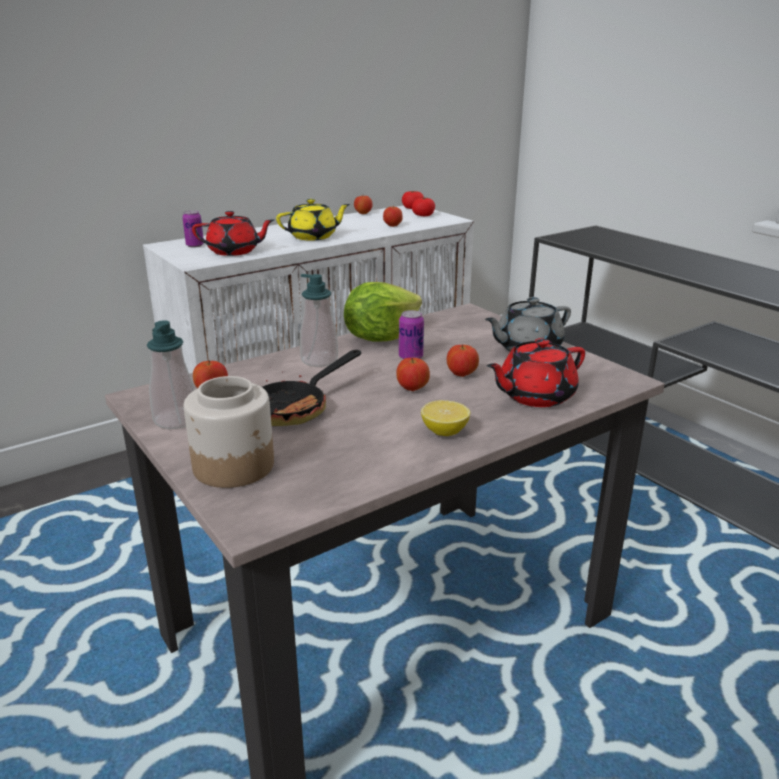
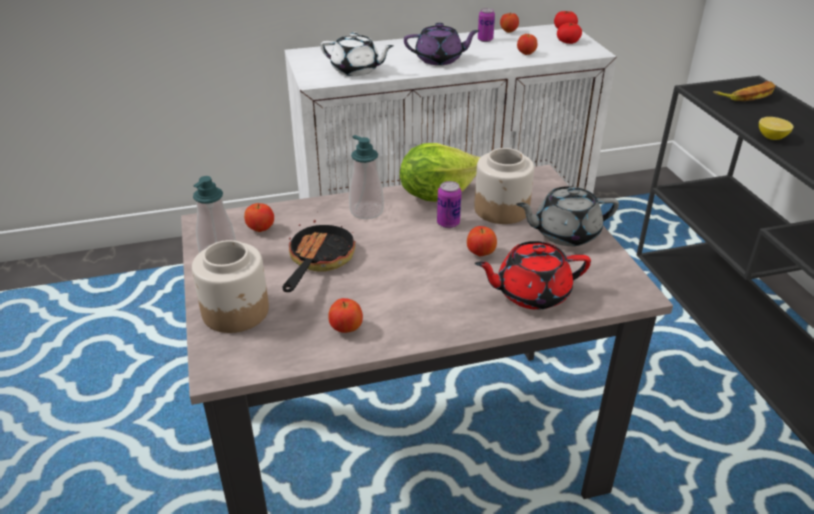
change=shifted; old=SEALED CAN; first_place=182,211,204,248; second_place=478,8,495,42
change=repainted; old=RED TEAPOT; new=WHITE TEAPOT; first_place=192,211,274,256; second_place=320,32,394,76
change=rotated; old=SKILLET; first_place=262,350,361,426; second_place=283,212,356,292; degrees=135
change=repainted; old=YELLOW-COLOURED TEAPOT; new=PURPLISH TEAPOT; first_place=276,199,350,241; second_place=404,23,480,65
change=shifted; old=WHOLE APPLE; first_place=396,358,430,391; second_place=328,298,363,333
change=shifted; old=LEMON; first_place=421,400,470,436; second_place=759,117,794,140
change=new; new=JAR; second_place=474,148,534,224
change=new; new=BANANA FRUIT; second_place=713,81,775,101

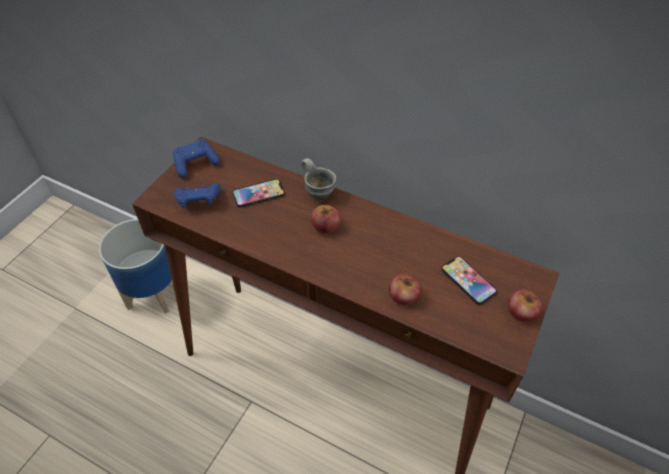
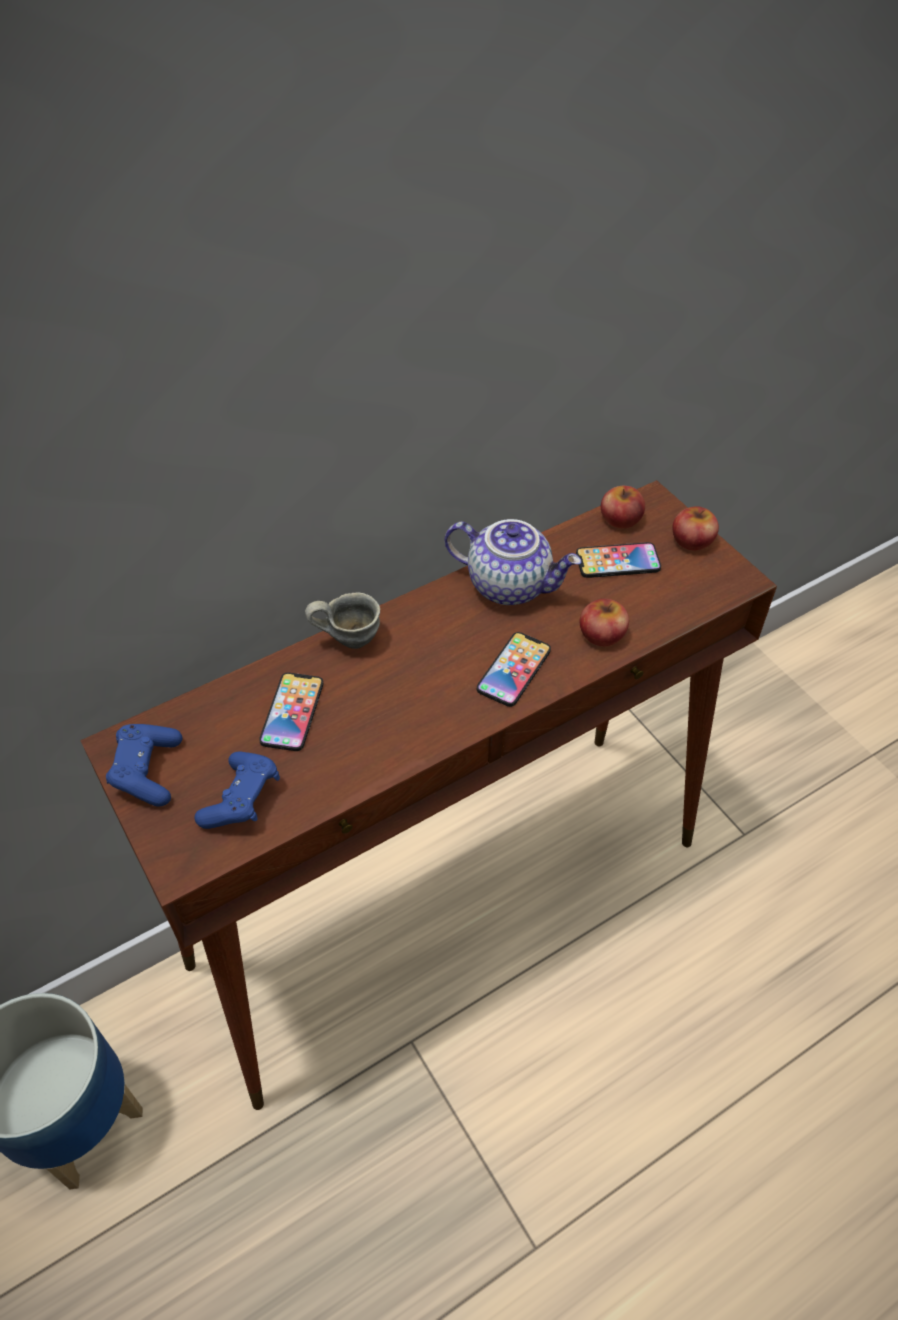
change=shifted; old=WHOLE APPLE; first_place=311,205,341,234; second_place=601,486,645,528
change=new; new=TEAPOT; second_place=444,519,581,605
change=new; new=PHONE; second_place=477,632,551,707

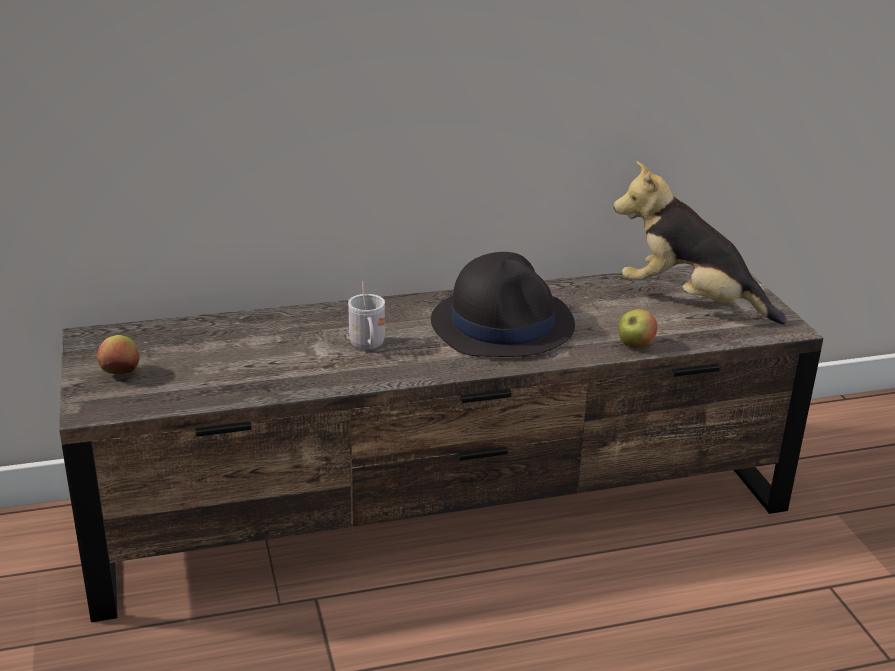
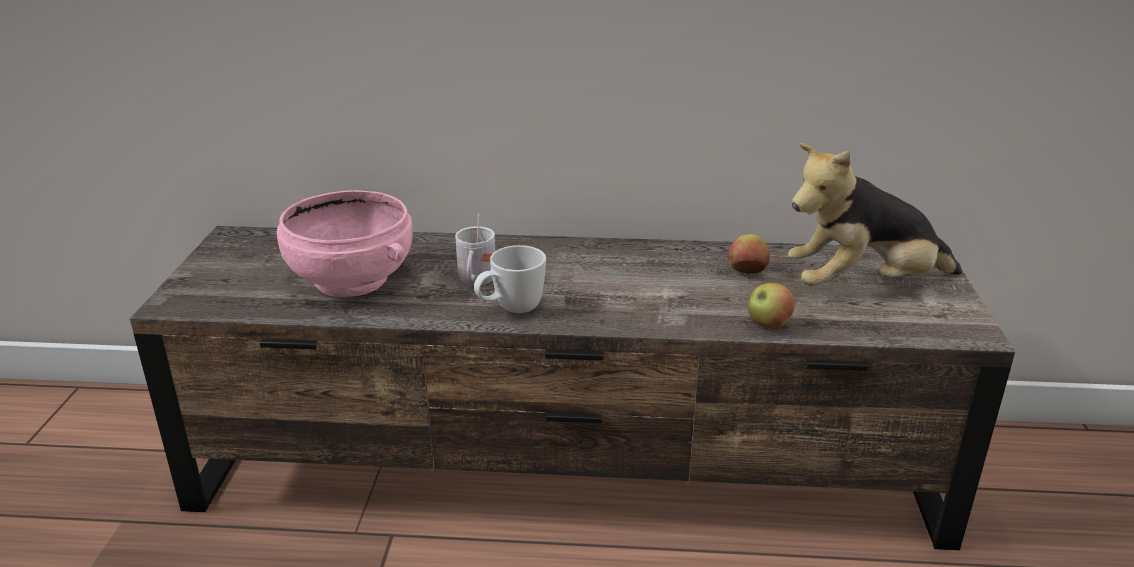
change=shifted; old=WHOLE APPLE; first_place=97,335,140,374; second_place=729,234,770,273
change=gone; old=BLACKISH CLOTHING HAT; first_place=431,252,575,357
change=rotated; old=SOFT TOY; first_place=613,161,787,324; second_place=788,143,962,286; degrees=-60
change=new; new=PINK DEEP DISH; second_place=277,190,413,297
change=new; new=WHITE TEA MUG; second_place=474,245,546,313

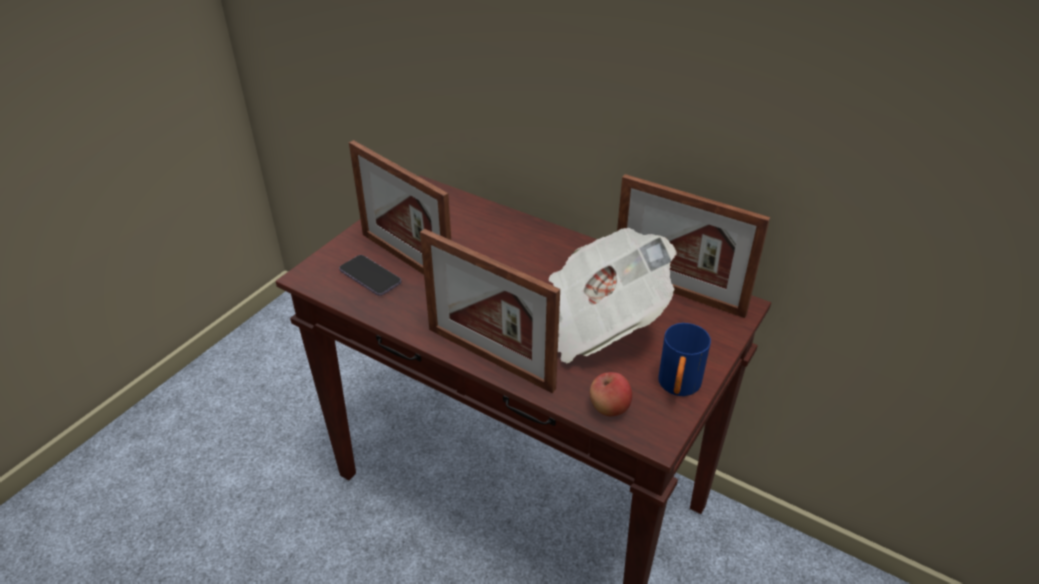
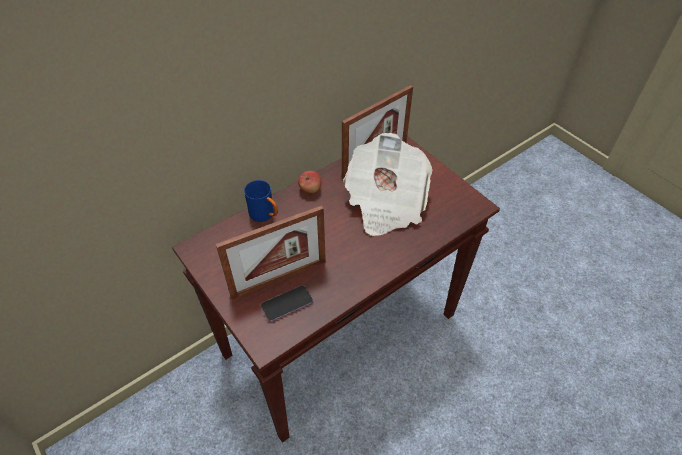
change=gone; old=PICTURE FRAME; first_place=420,229,560,393
change=shifted; old=WHOLE APPLE; first_place=590,372,632,416; second_place=298,171,322,194
change=shifted; old=BLUE-COLOURED TEA MUG; first_place=659,323,711,396; second_place=244,180,278,222

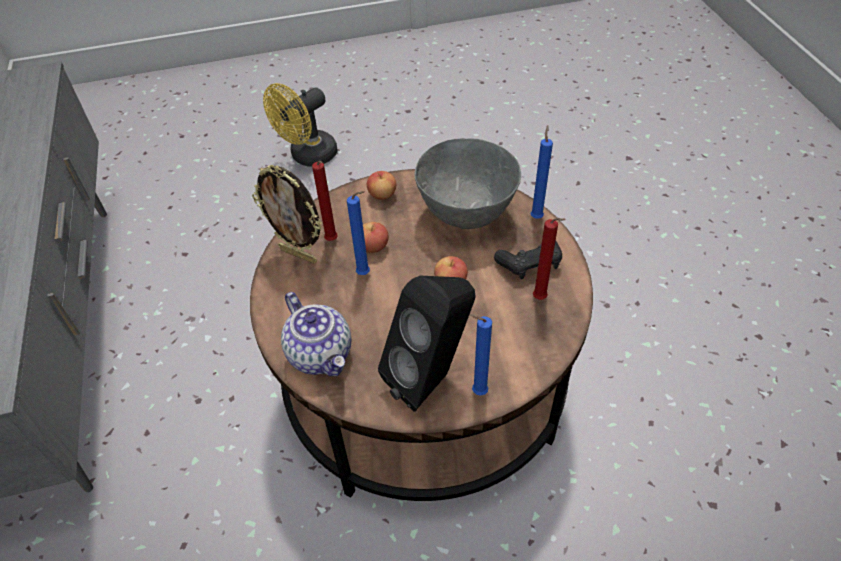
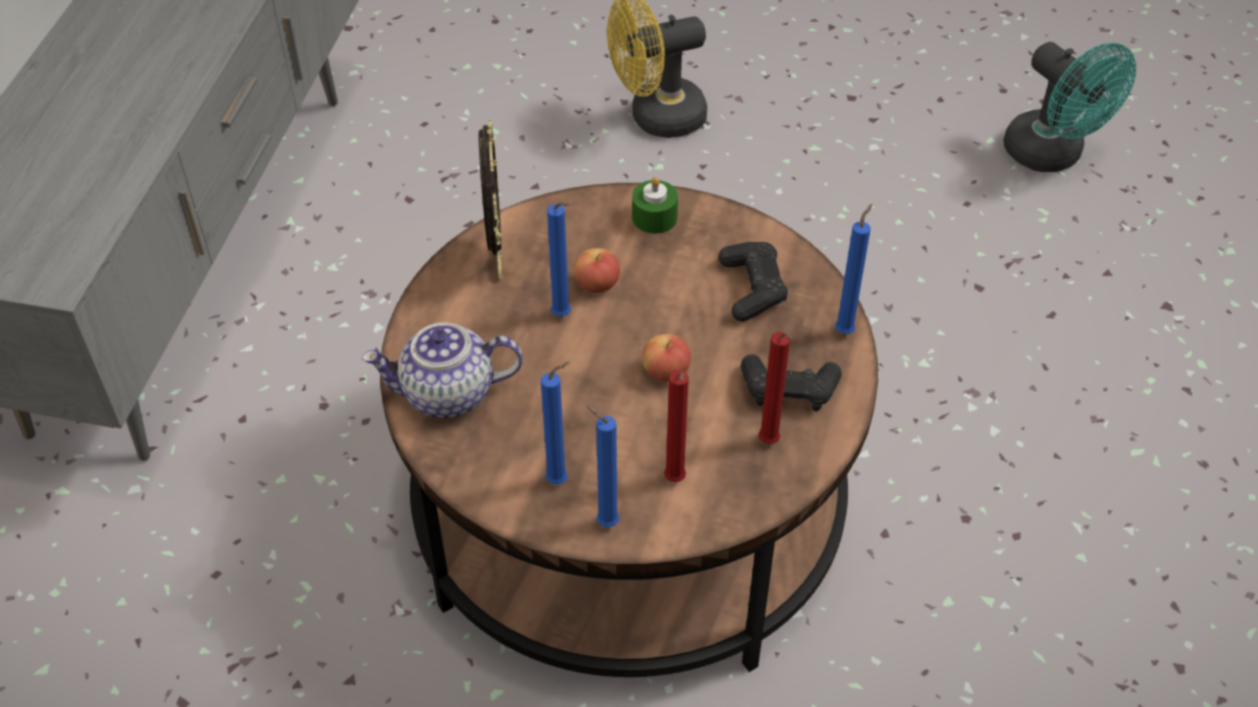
change=rotated; old=PICTURE FRAME; first_place=252,165,322,264; second_place=478,120,503,279; degrees=-150
change=rotated; old=TEAPOT; first_place=281,292,351,376; second_place=362,323,523,418; degrees=90
change=shifted; old=RED CANDLE; first_place=312,161,338,241; second_place=664,370,689,482
change=swapped; old=WHOLE APPLE; new=GREENISH CANDLE; first_place=367,171,396,200; second_place=632,177,678,234
change=swapped; old=BLACKISH LOUDSPEAKER; new=BLUE-COLOURED CANDLE; first_place=378,275,476,412; second_place=541,362,569,485
change=swapped; old=GREYISH DEEP DISH; new=BLACKISH JOYPAD; first_place=415,138,521,229; second_place=718,242,788,322
change=new; new=TURQUOISE-COLOURED COOLING FAN; second_place=1003,42,1136,172

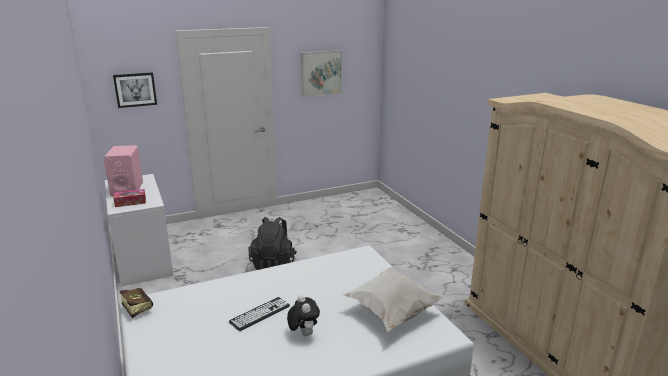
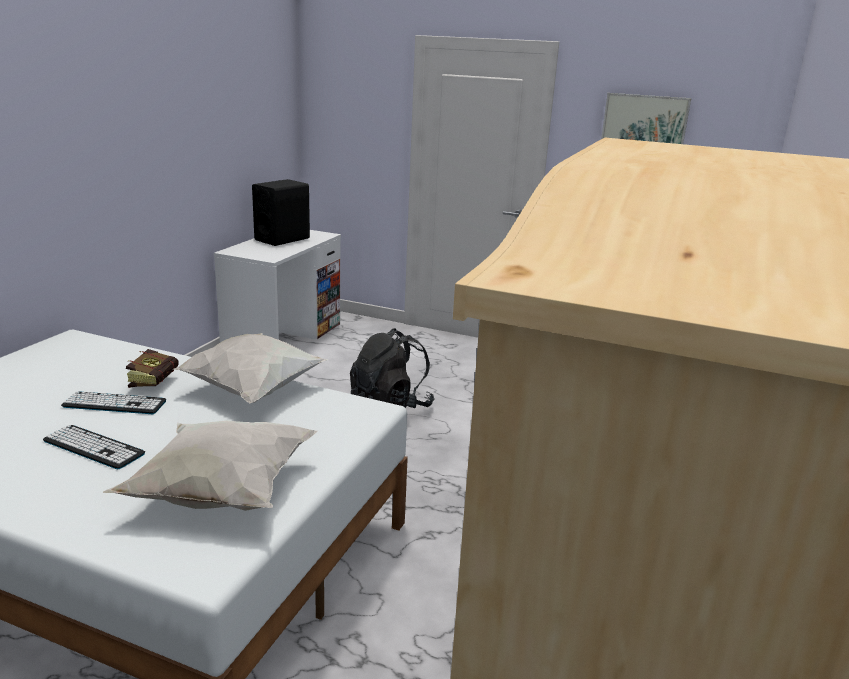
change=repainted; old=PINK LOUDSPEAKER; new=BLACKISH LOUDSPEAKER; first_place=103,145,143,197; second_place=252,179,310,246
change=gone; old=WALL ART; first_place=113,72,157,108
change=gone; old=TISSUE HOLDER; first_place=113,189,146,207
change=shifted; old=BOOK; first_place=120,288,153,318; second_place=126,349,178,388
change=swapped; old=SOFT TOY; new=PC KEYBOARD; first_place=287,295,320,336; second_place=43,425,145,469
change=new; new=WHITE THROW PILLOW; second_place=173,333,329,403

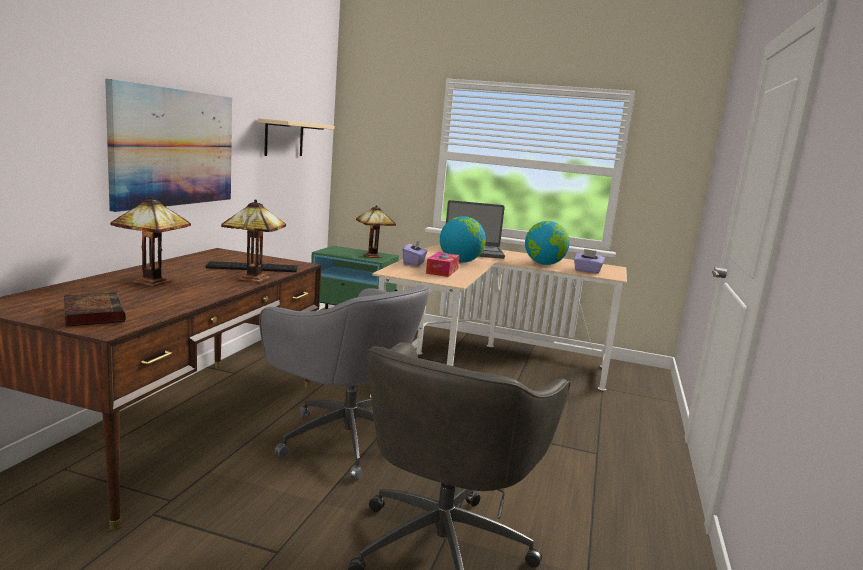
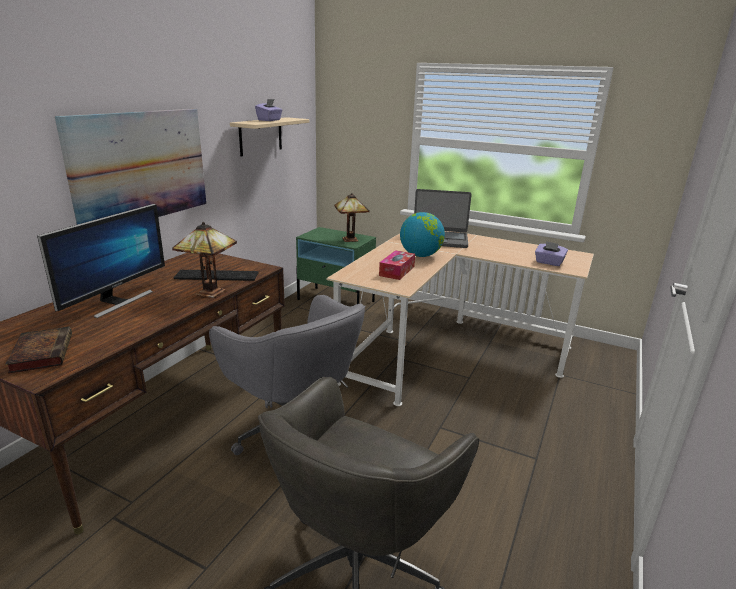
change=swapped; old=TABLE LAMP; new=COMPUTER SCREEN; first_place=110,196,191,286; second_place=37,204,165,318
change=shifted; old=PURPLISH TISSUE HOLDER; first_place=402,240,427,266; second_place=255,99,282,121
change=gone; old=GLOBE; first_place=525,221,570,265

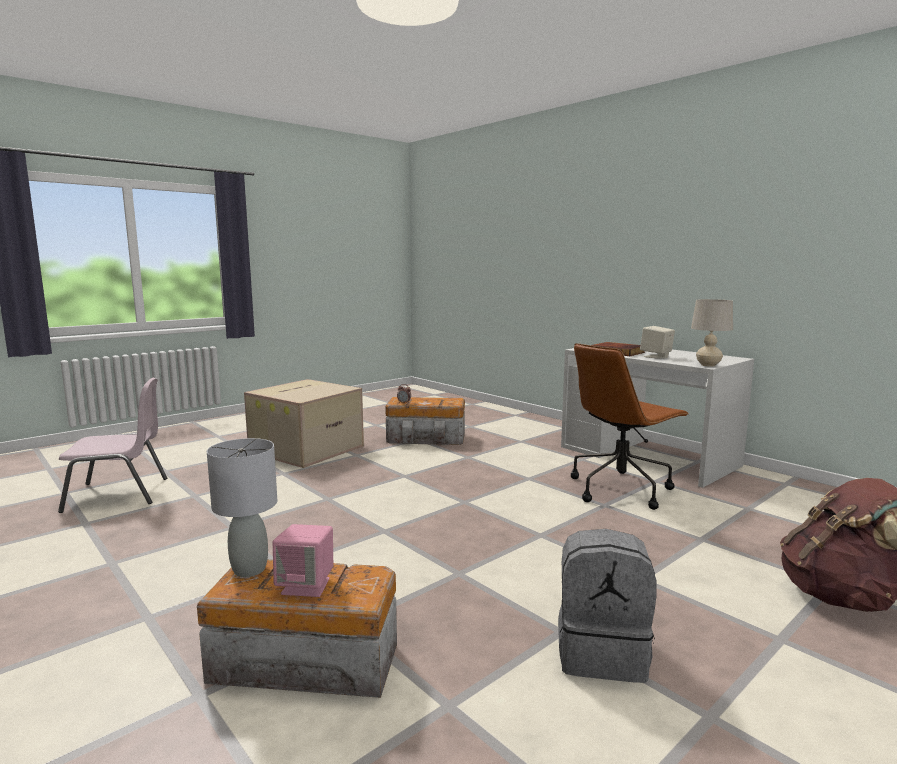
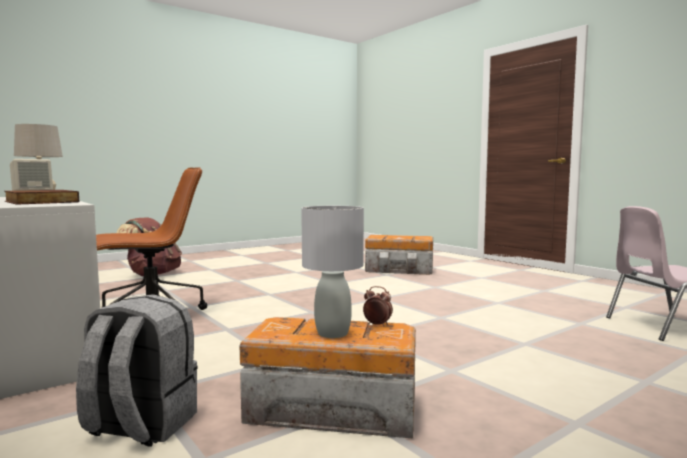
change=shifted; old=GREYISH TABLE LAMP; first_place=207,438,277,577; second_place=301,206,364,338
change=gone; old=CARDBOARD BOX; first_place=244,379,364,468
change=gone; old=PINK LOUDSPEAKER; first_place=272,524,333,597
change=shifted; old=GREYISH BACKPACK; first_place=558,529,657,683; second_place=76,294,198,447

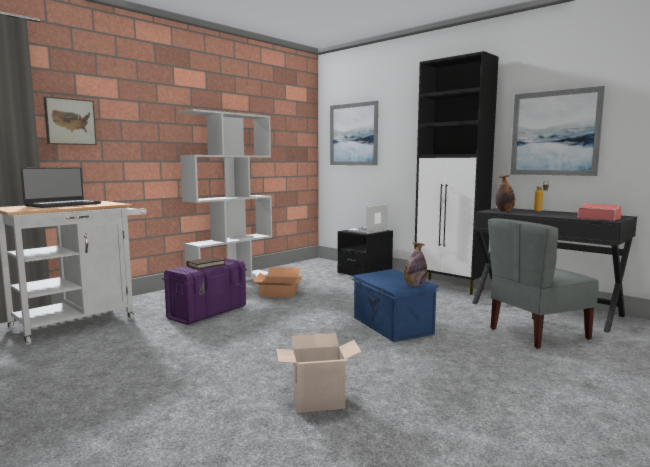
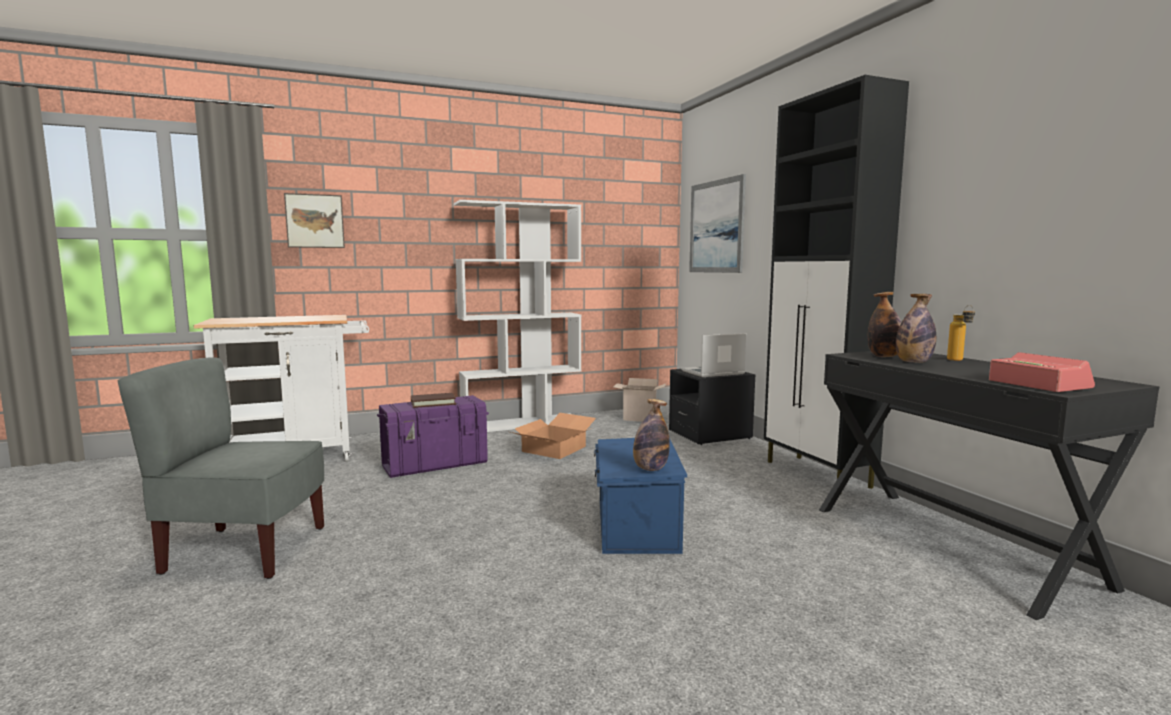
change=gone; old=PORTABLE COMPUTER; first_place=21,167,101,208
change=shifted; old=CARDBOARD BOX; first_place=276,333,362,413; second_place=613,378,667,422
change=shifted; old=GREYISH PLAIN CHAIR; first_place=488,218,599,349; second_place=117,357,324,579
change=gone; old=WALL ART; first_place=510,86,605,176
change=new; new=DRINK BOTTLE; second_place=896,294,936,363

